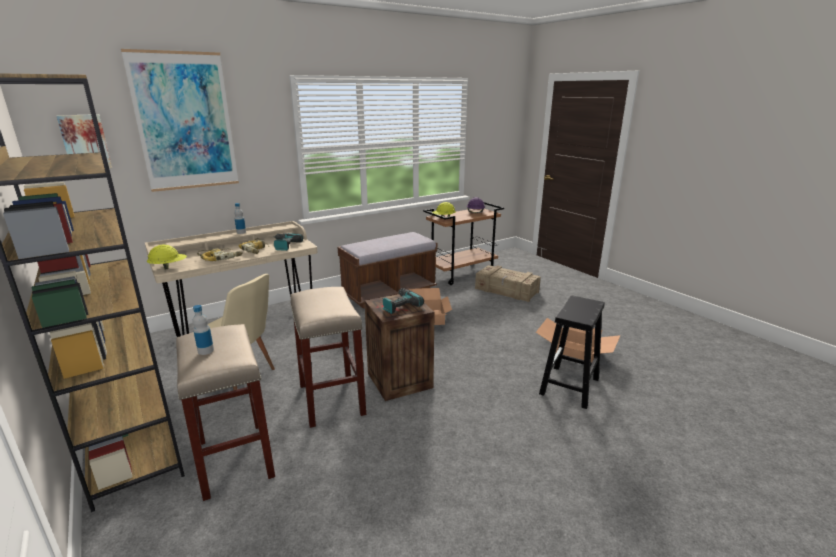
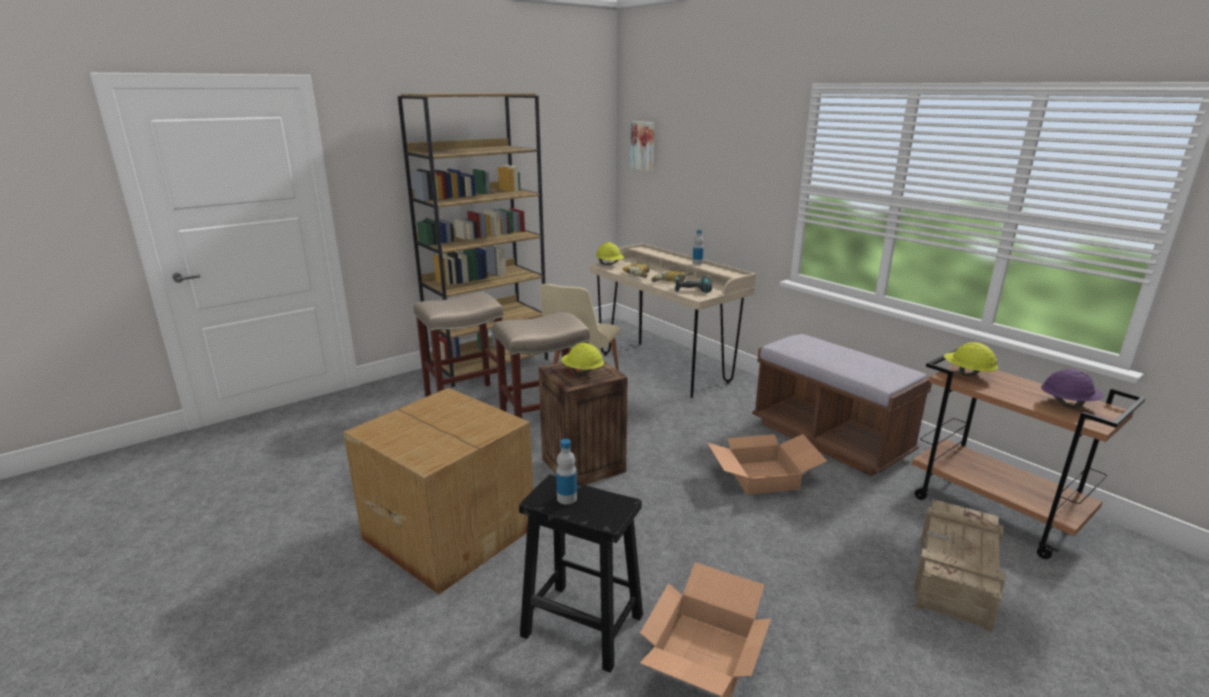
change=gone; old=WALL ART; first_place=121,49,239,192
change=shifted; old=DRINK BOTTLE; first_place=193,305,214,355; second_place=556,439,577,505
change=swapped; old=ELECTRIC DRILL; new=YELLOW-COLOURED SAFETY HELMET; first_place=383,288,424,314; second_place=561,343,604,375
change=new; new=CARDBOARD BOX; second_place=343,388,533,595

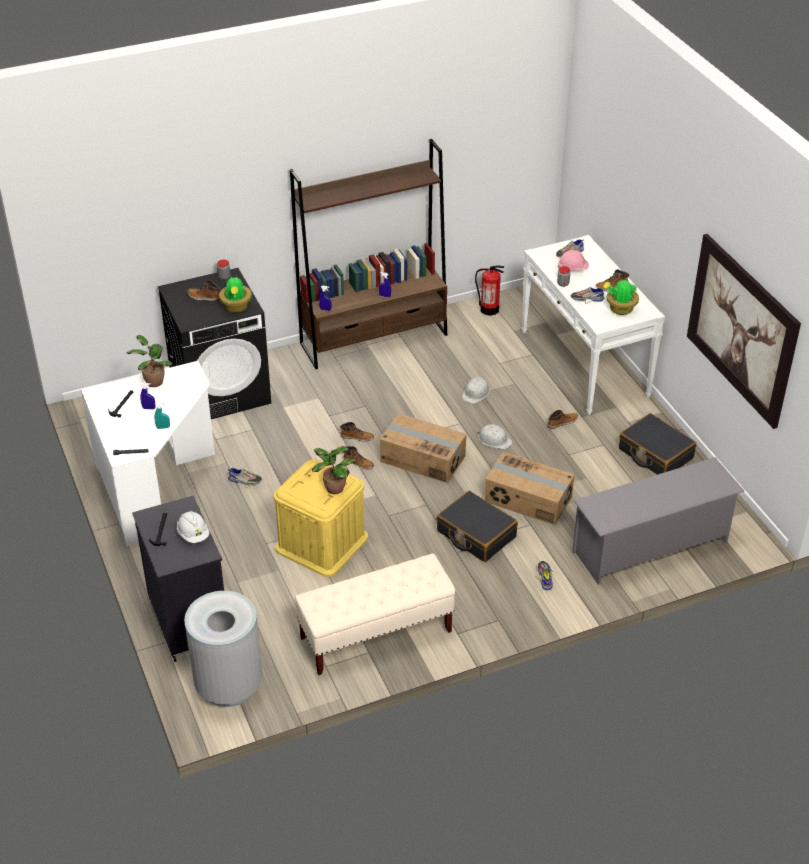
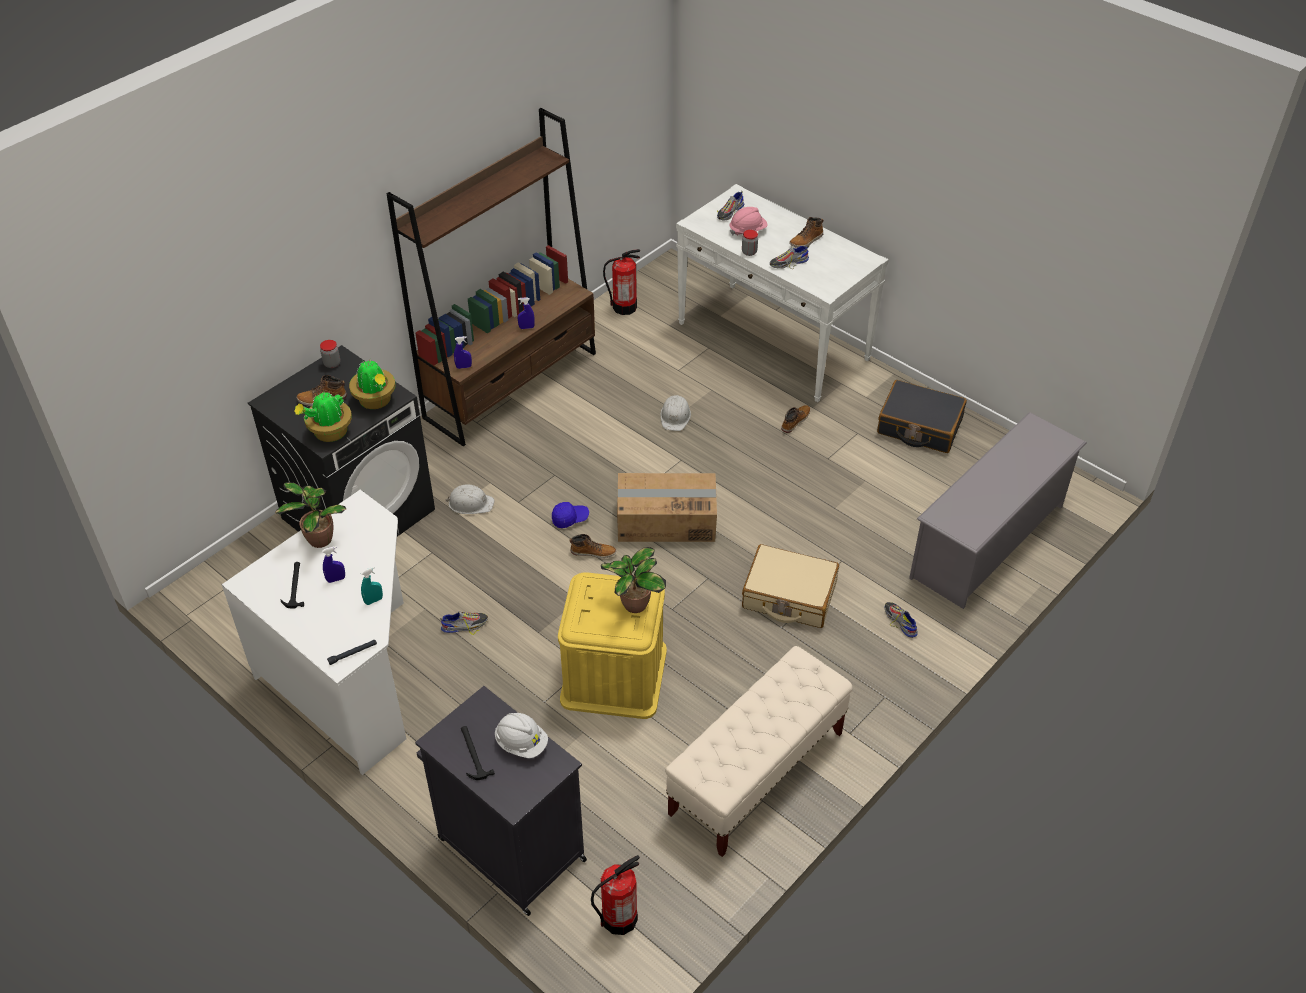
change=swapped; old=GREYISH TRASH CAN; new=FIRE-FIGHTING CYLINDER; first_place=184,591,263,707; second_place=591,855,640,935
change=swapped; old=HIGH-TOP BOOT; new=BLUE-COLOURED CAP; first_place=340,422,374,442; second_place=552,502,589,528
change=repainted; old=BLACKISH SUITCASE; new=BEIGE SUITCASE; first_place=437,491,518,562; second_place=742,544,839,628
change=shifted; old=WHITE SAFETY HELMET; first_place=477,424,513,450; second_place=445,484,495,514
change=gone; old=CARDBOARD BOX; first_place=485,452,575,525
change=shifted; old=HOUSEPLANT; first_place=604,277,639,315; second_place=294,392,352,442
change=gone; old=WALL ART; first_place=687,234,801,429

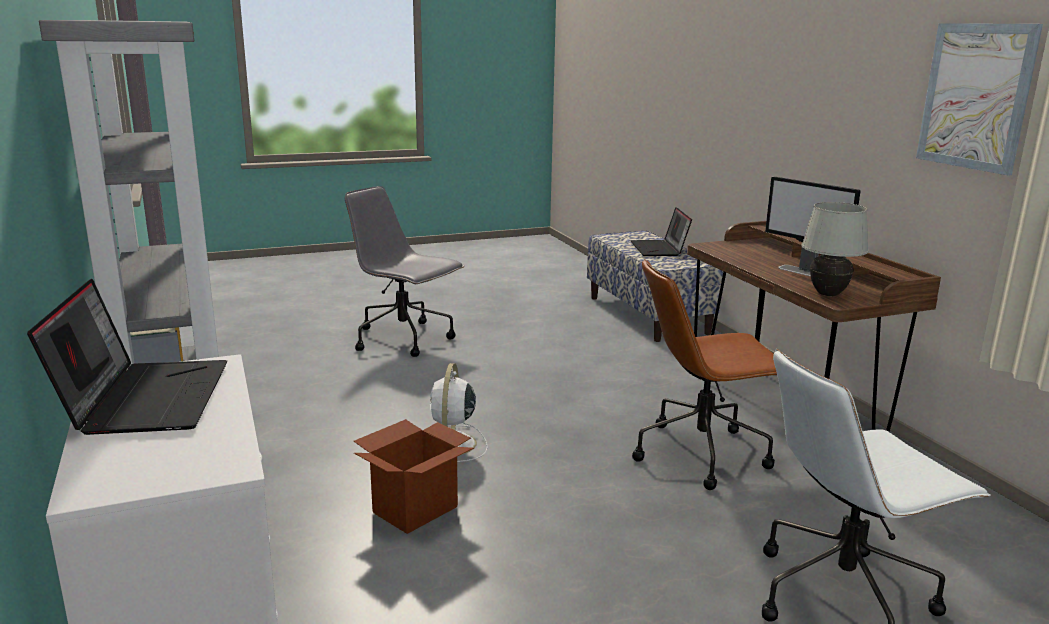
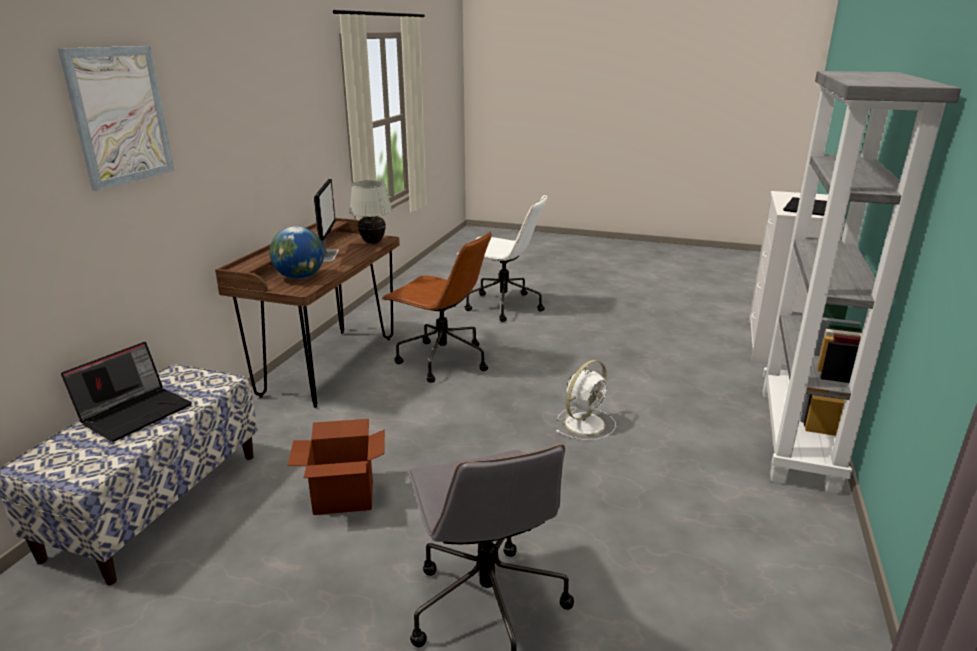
change=shifted; old=CARDBOARD BOX; first_place=354,419,474,534; second_place=287,419,385,515
change=shifted; old=WALL ART; first_place=916,23,1043,176; second_place=58,46,174,191
change=new; new=GLOBE; second_place=269,226,324,279

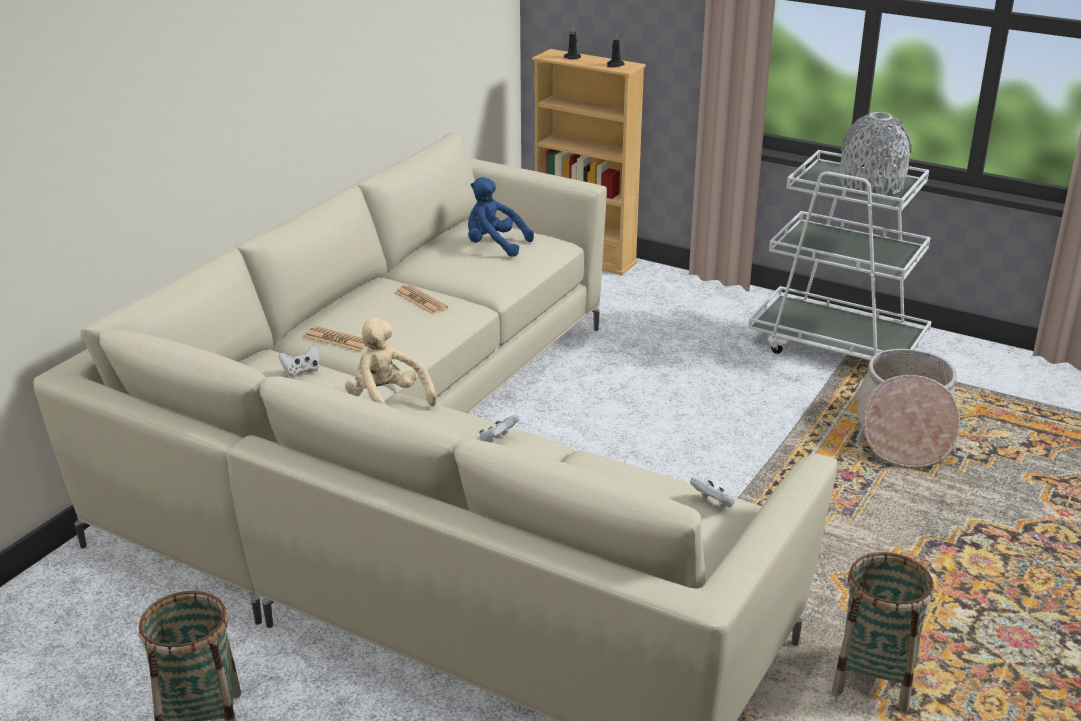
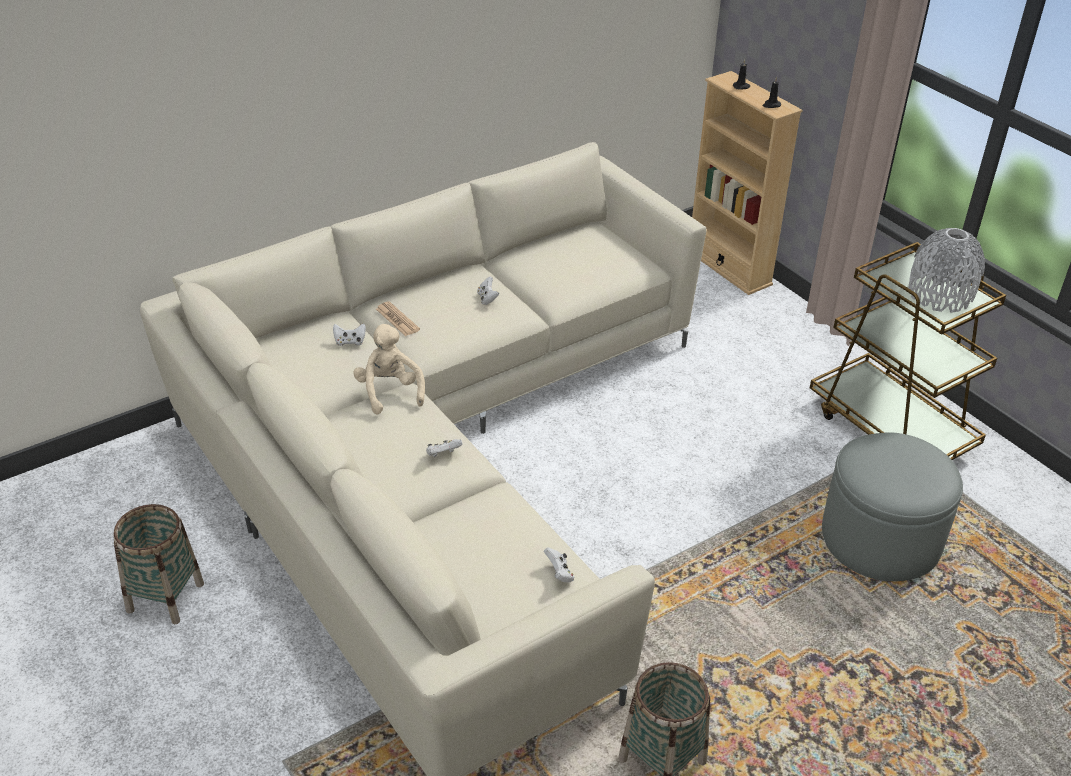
change=swapped; old=PRINTED PAPER; new=WHITE JOYPAD; first_place=395,285,448,314; second_place=477,277,499,305
change=gone; old=BLUE-COLOURED SOFT TOY; first_place=468,177,534,257
change=repainted; old=WHITE TROLLEY; new=BROWN-COLOURED TROLLEY; first_place=748,150,932,360; second_place=810,242,1006,460
change=swapped; old=BASKET; new=GREYISH OTTOMAN; first_place=856,349,960,469; second_place=822,432,963,581

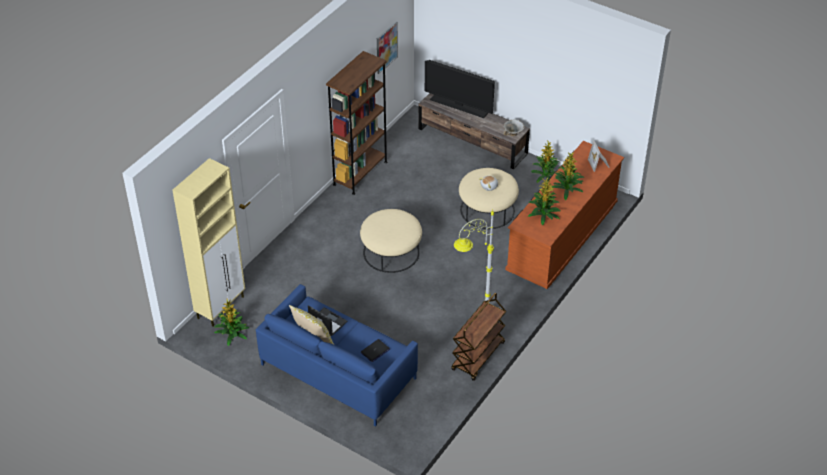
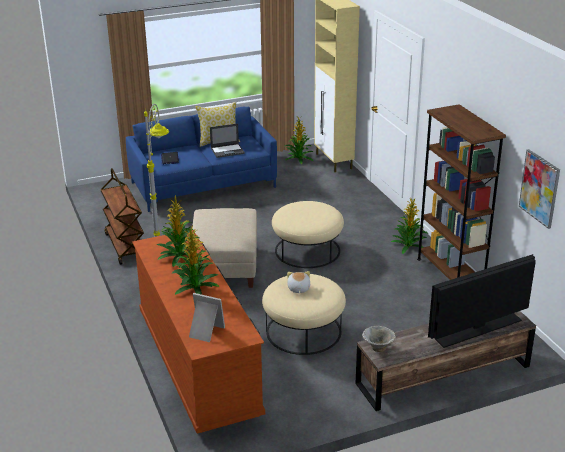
change=shifted; old=HOUSEPLANT; first_place=531,140,559,183; second_place=391,198,429,254
change=new; new=BEIGE OTTOMAN; second_place=192,208,257,288

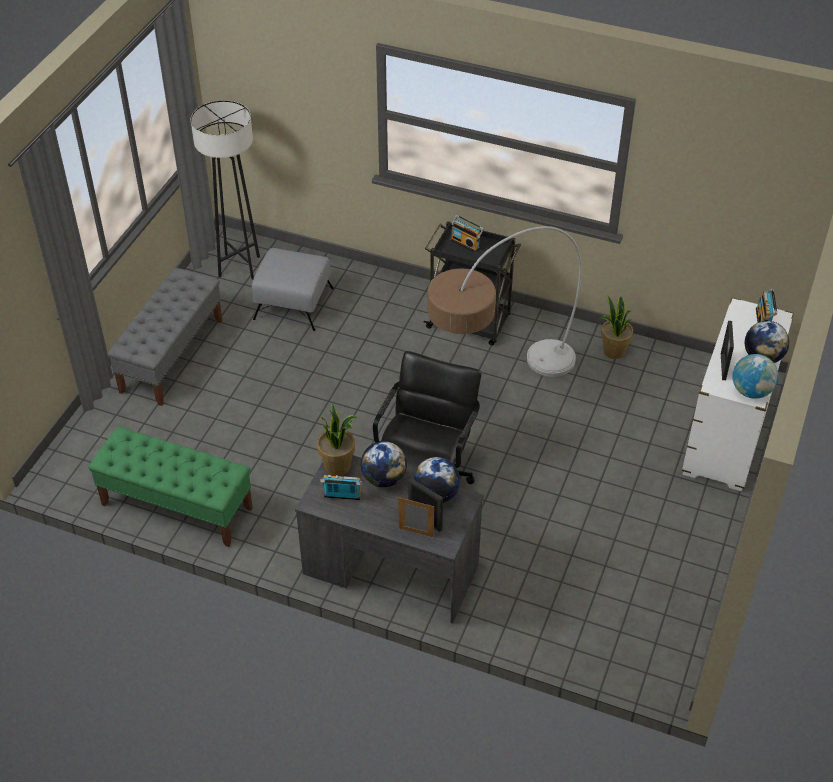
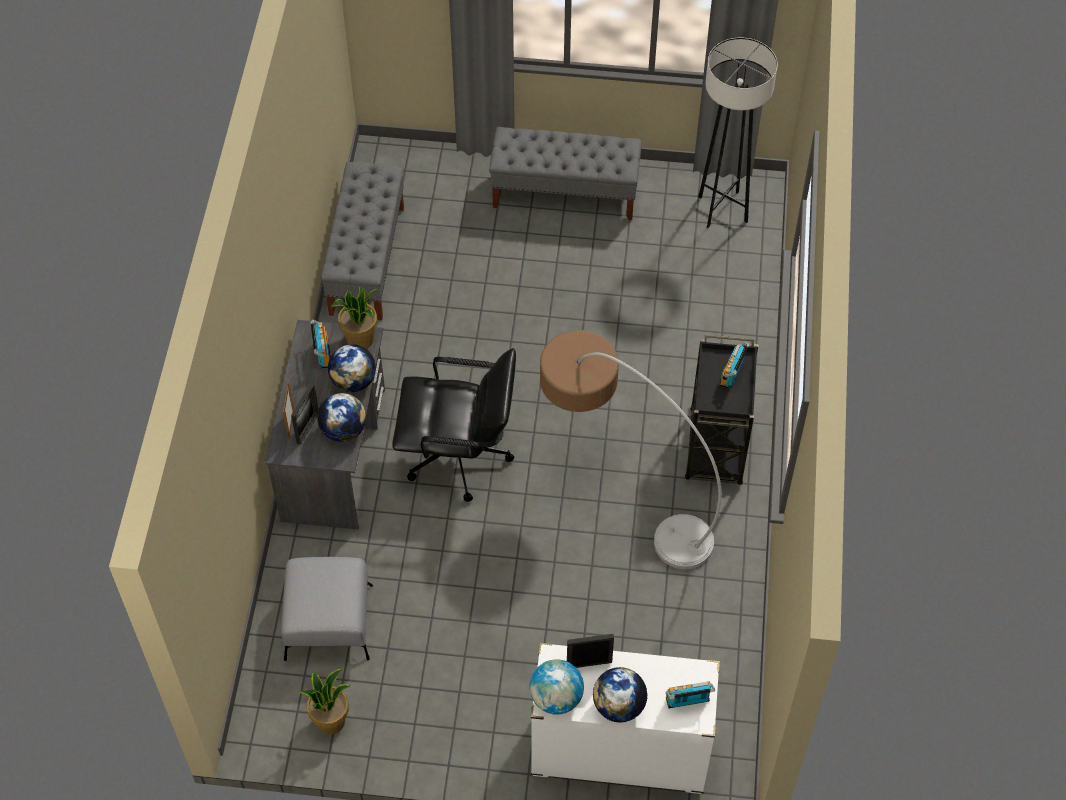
change=repainted; old=GREENISH INDOOR BENCH; new=GREYISH INDOOR BENCH; first_place=88,426,253,547; second_place=321,162,404,320
change=shifted; old=GREYISH OTTOMAN; first_place=252,248,334,331; second_place=281,557,373,661
change=shifted; old=HOUSEPLANT; first_place=600,296,633,359; second_place=298,668,351,734

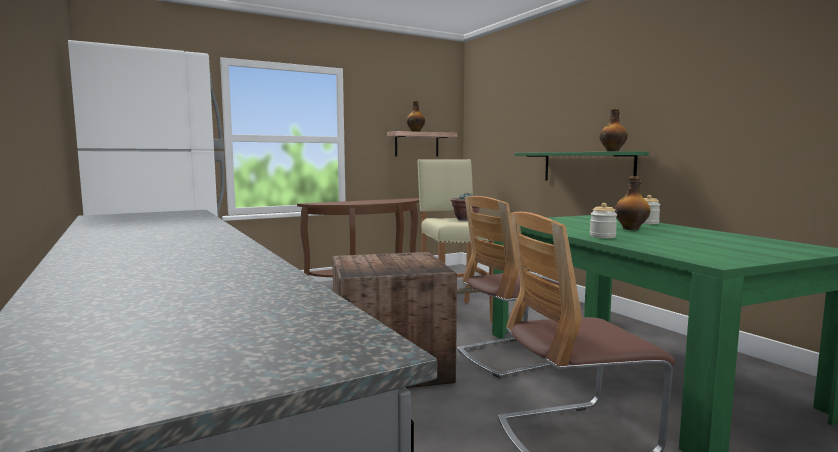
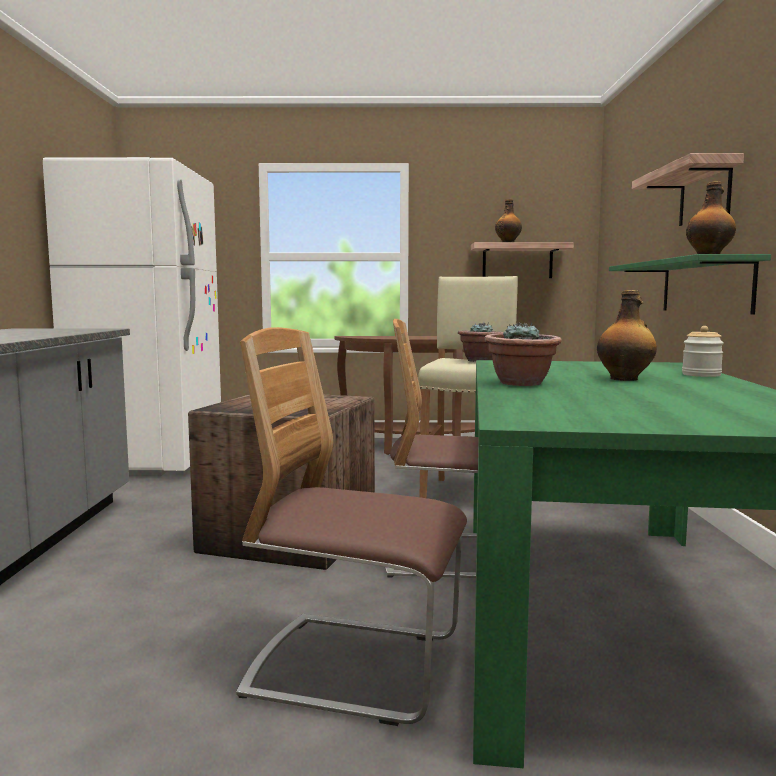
change=swapped; old=JAR; new=HOUSEPLANT; first_place=590,203,617,239; second_place=484,322,562,386
change=new; new=WALL SHELF; second_place=632,153,744,226

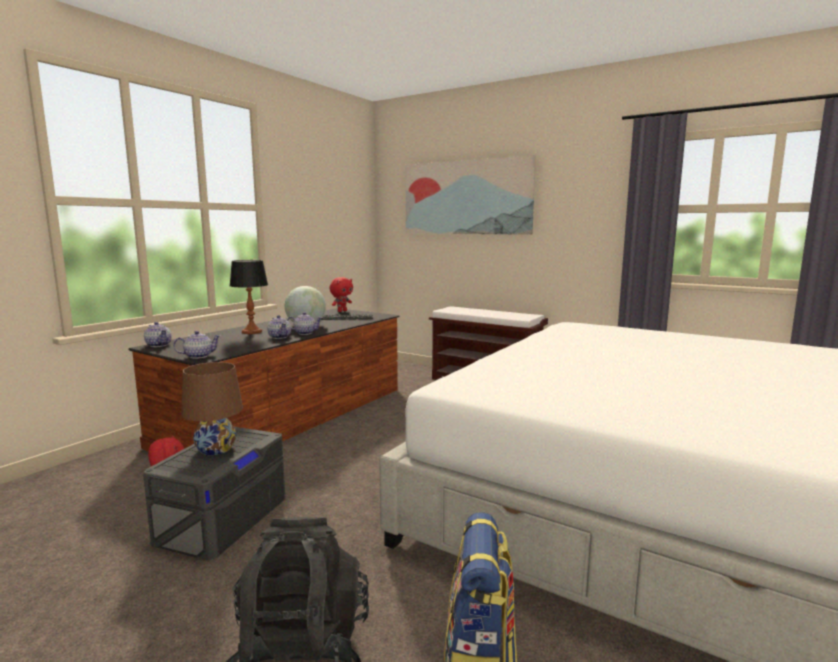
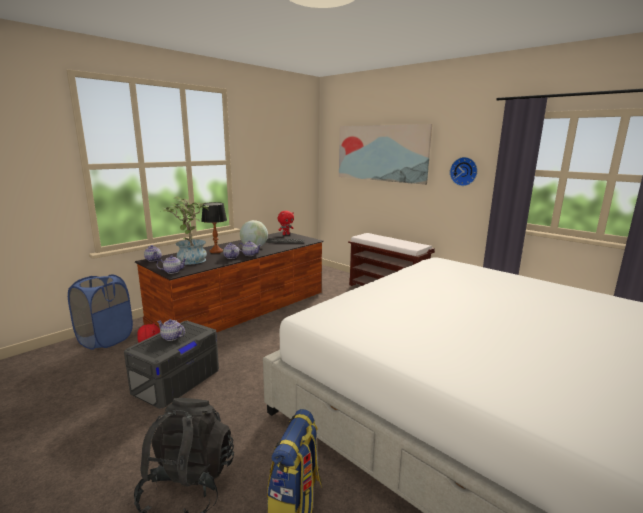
change=swapped; old=BROWN-COLOURED TABLE LAMP; new=TEAPOT; first_place=181,362,243,455; second_place=157,319,185,341
change=new; new=BLUE-COLOURED HAMPER; second_place=68,274,133,350
change=new; new=HOUSEPLANT; second_place=160,197,209,265
change=new; new=WALL CLOCK; second_place=450,157,478,186

